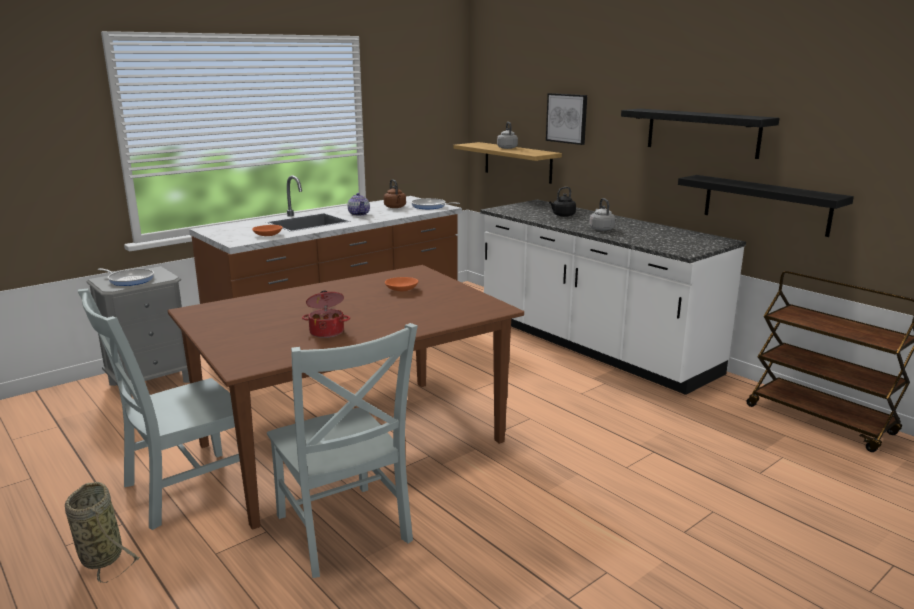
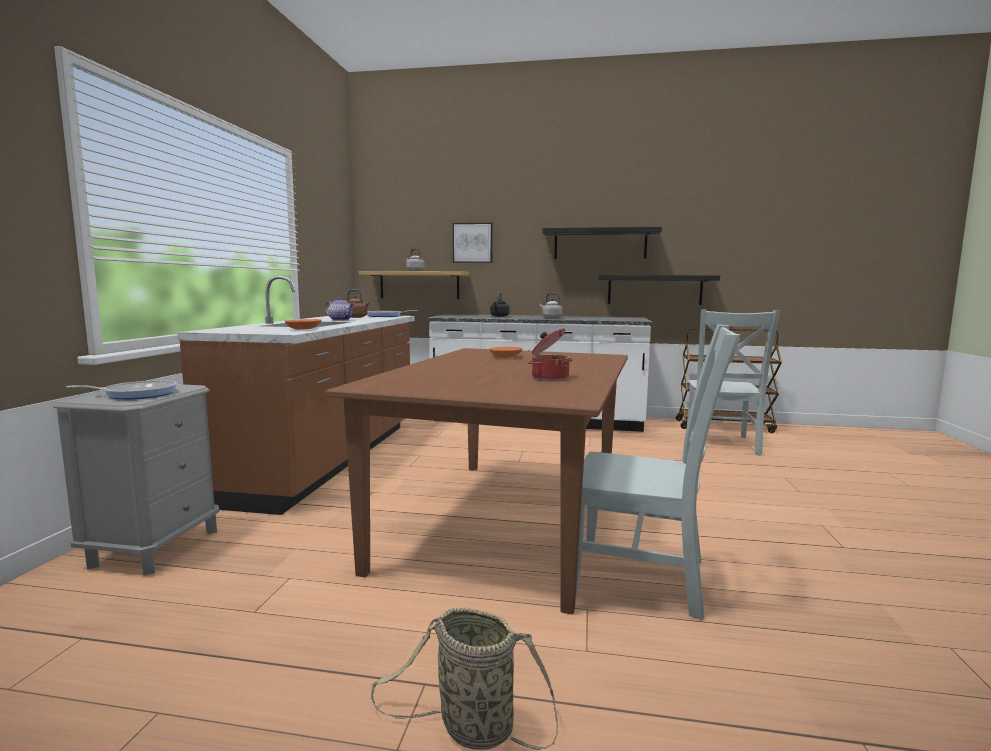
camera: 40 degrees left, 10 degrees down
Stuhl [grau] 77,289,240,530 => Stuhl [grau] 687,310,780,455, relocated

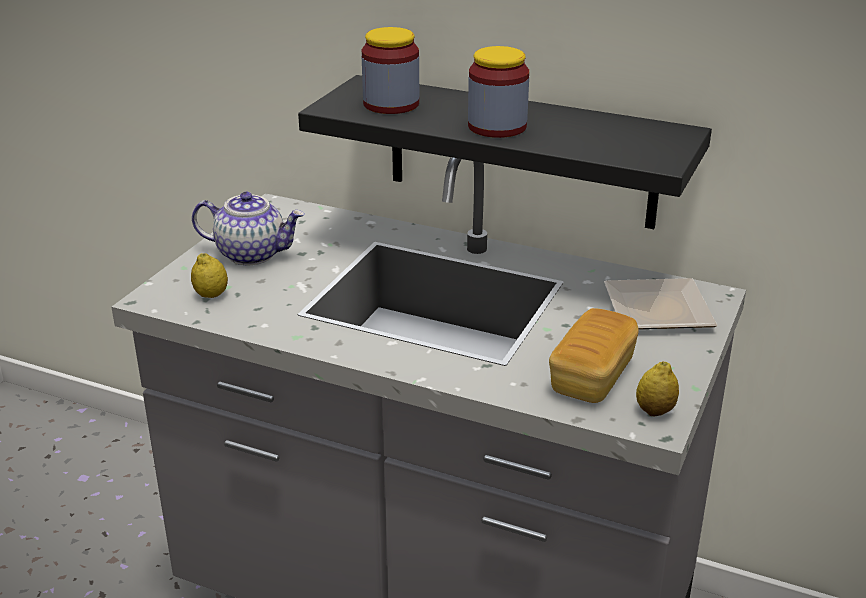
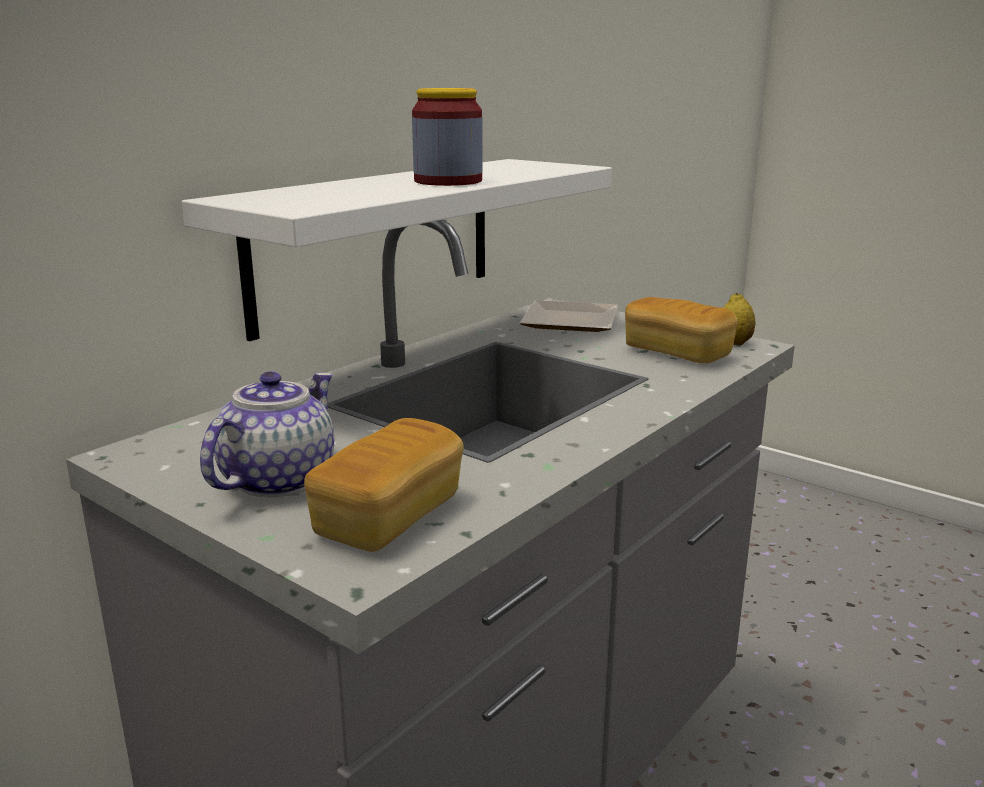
camera: 75 degrees left, 10 degrees down
Vorratsglas 362,27,419,114 => nothing
Wandregal [schwarz] 298,75,712,229 => Wandregal [weiß] 182,159,612,341
Zitrone 191,253,228,298 => Brot 304,418,464,552

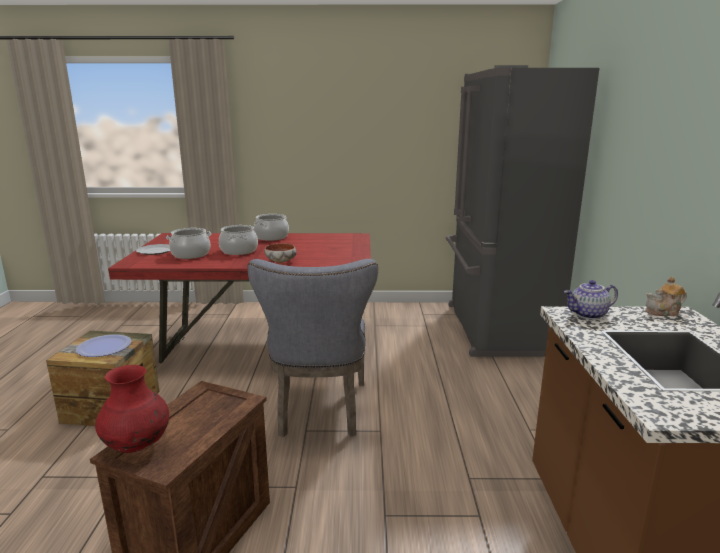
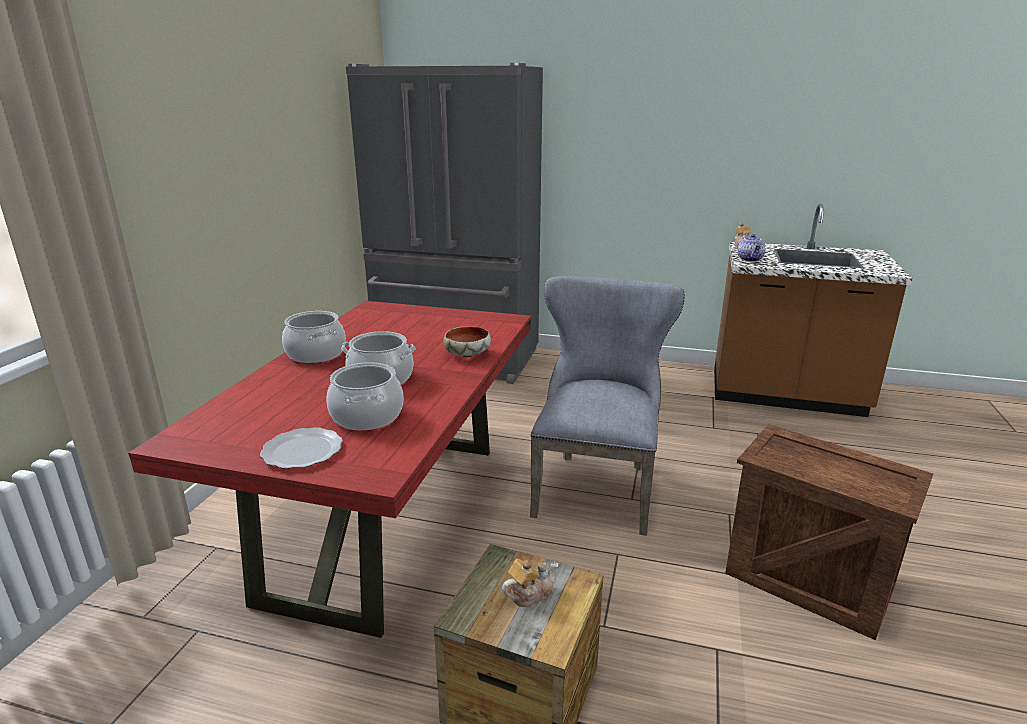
camera: 75 degrees left, 5 degrees up
Stuhl [grau] 247,259,378,437 => Stuhl [grau] 530,276,685,536, 90 degrees counterclockwise
Teller 76,334,132,357 => Teekanne 502,559,559,607
Vase [rot] 95,365,169,453 => nothing

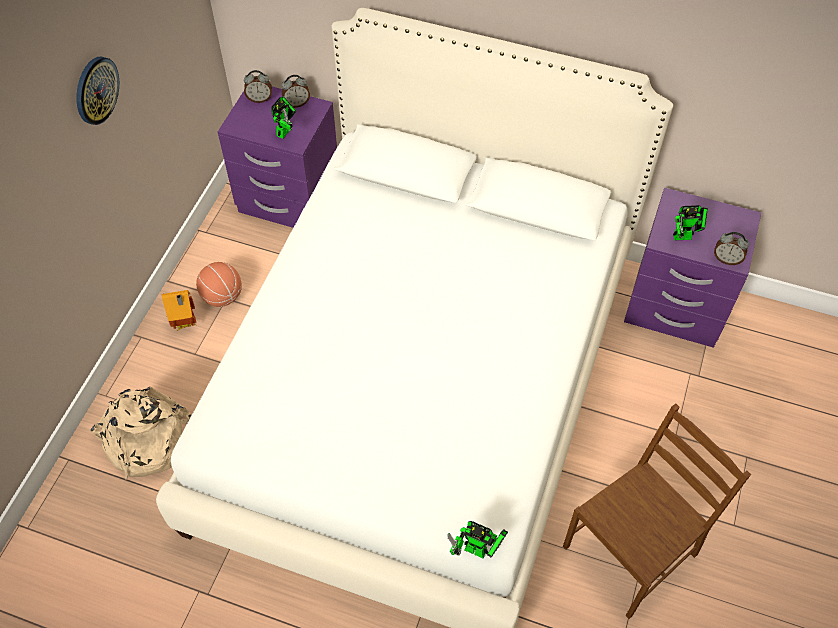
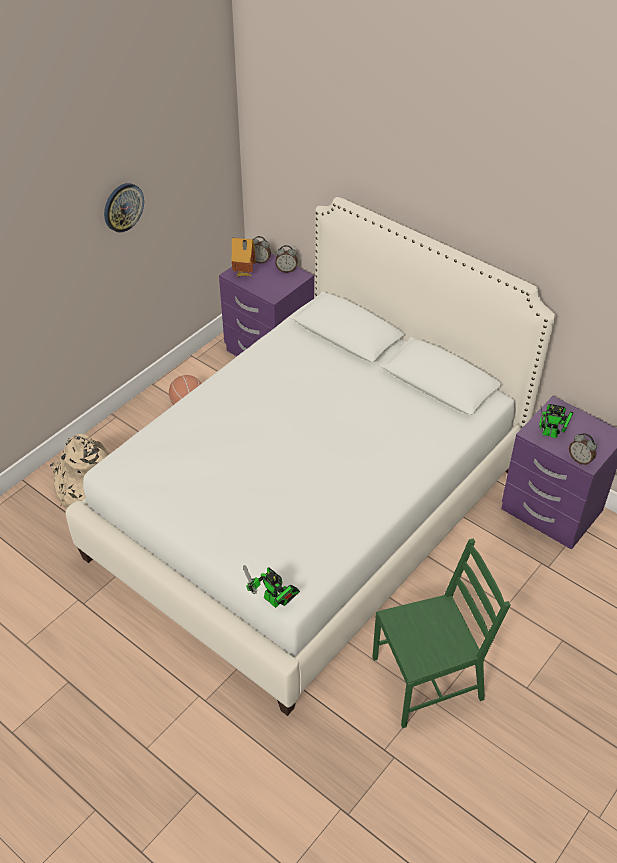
camera: 20 degrees right, 10 degrees down
Spielzeugroboter 271,96,296,139 => nothing
Spielzeughaus 162,290,196,331 => Spielzeughaus 232,238,256,277, relocated
Stuhl [braun] 563,403,751,619 => Stuhl [grün] 372,539,510,728

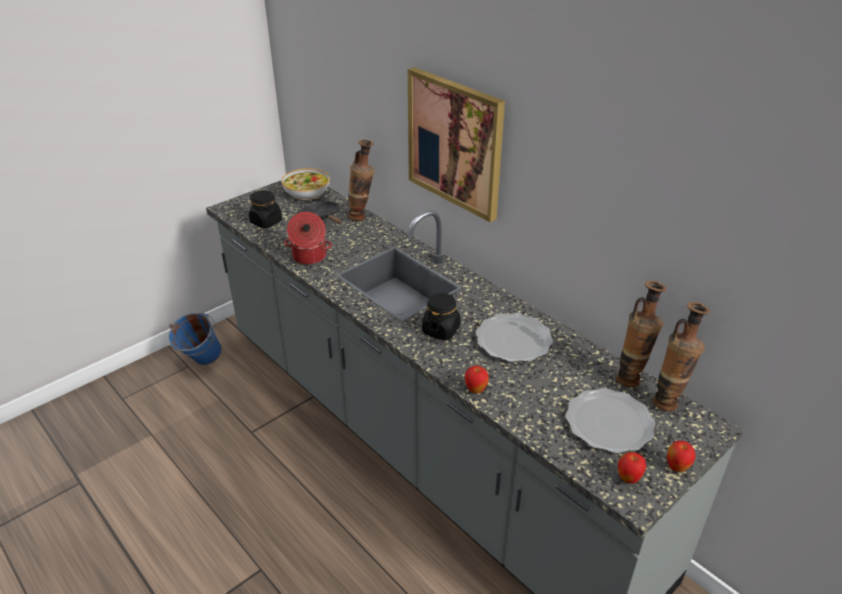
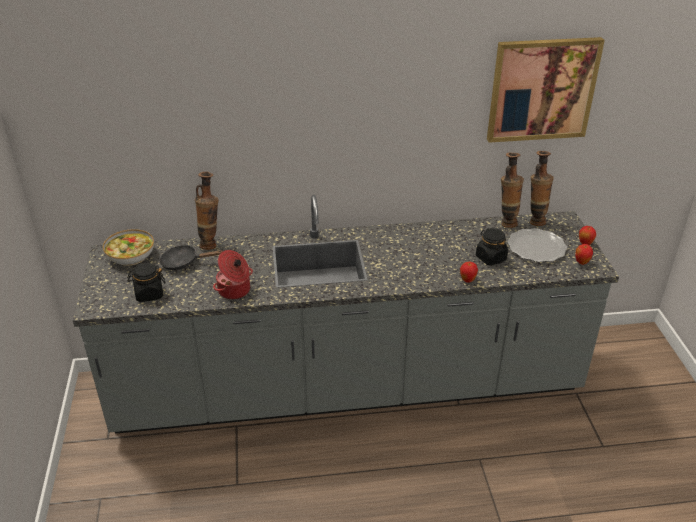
camera: 55 degrees left, 0 degrees up
Bild 408,67,505,222 => Bild 487,37,605,143, relocated
Vorratsglas [schwarz] 422,292,461,340 => Vorratsglas [schwarz] 476,228,508,266, relocated
Eimer [blau] 169,312,222,365 => nothing
Teller 476,313,553,362 => nothing

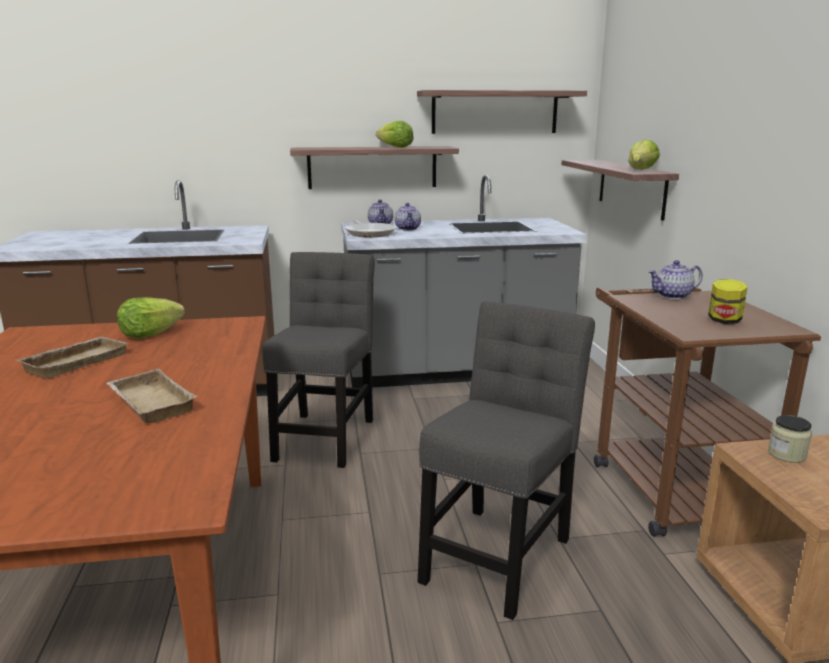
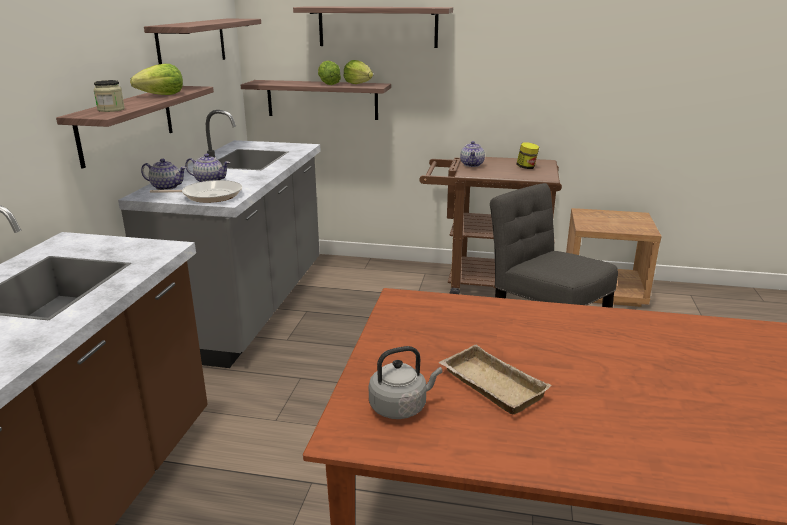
camera: 70 degrees left, 5 degrees up
Stuhl [grau] 262,252,375,468 => nothing
Salatkopf 117,297,185,338 => Salatkopf 318,61,341,85, relocated
Tablett [beige] 107,369,198,423 => nothing
Vorratsglas 768,415,812,463 => Vorratsglas 93,80,125,112, relocated
nothing => Wandregal 293,6,453,48
nothing => Wasserkessel [grau] 369,346,442,419

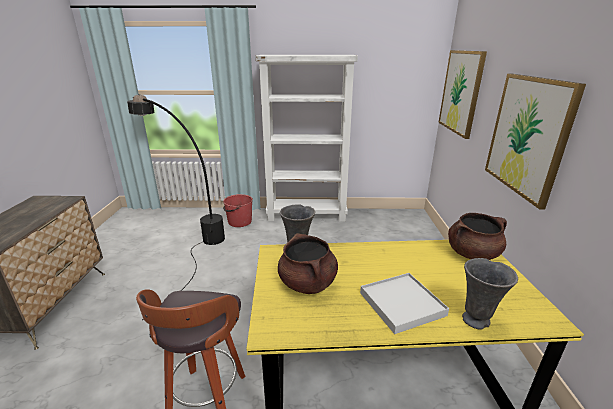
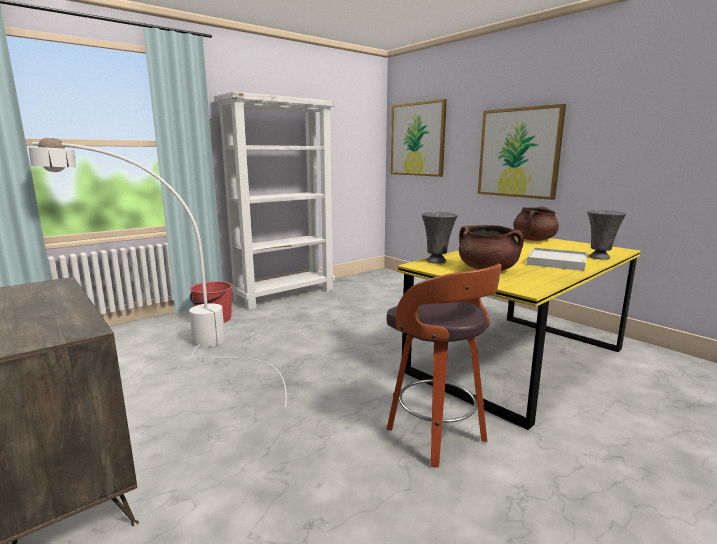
camera: 40 degrees left, 10 degrees down
Stehlampe [schwarz] 127,94,225,320 => Stehlampe [weiß] 29,137,287,407

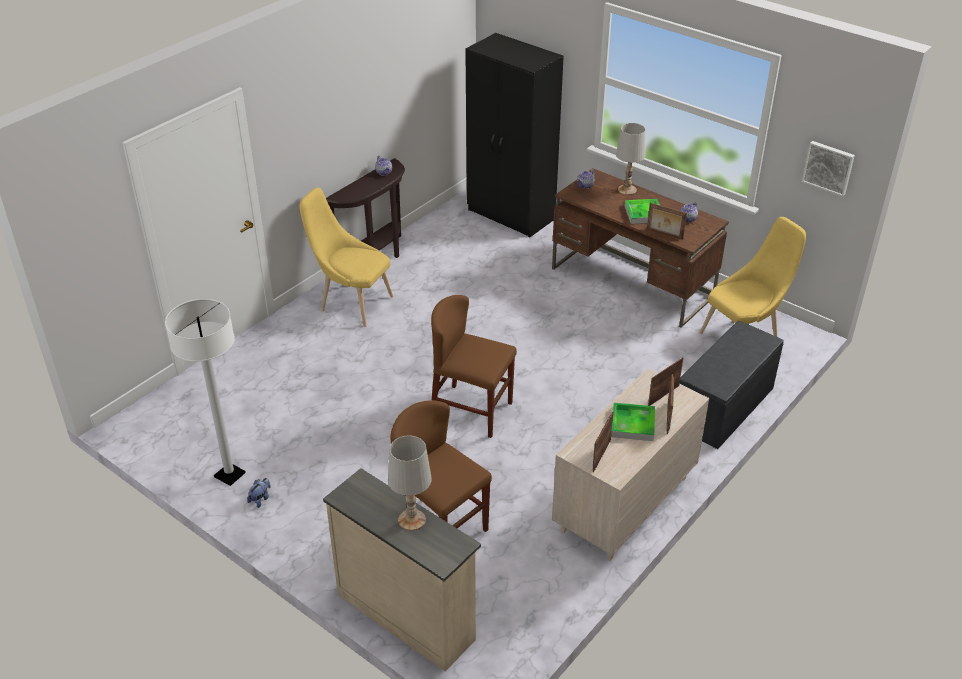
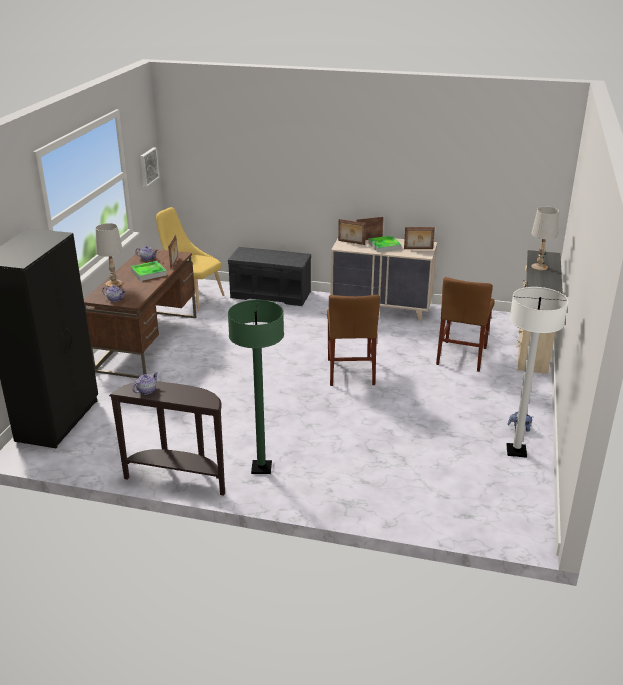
camera: 115 degrees left, 10 degrees down
Stuhl [gelb] 300,188,393,327 => Stehlampe [grün] 228,300,284,474

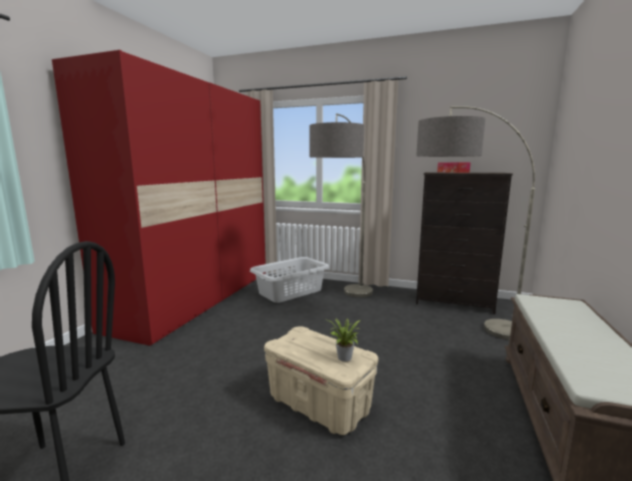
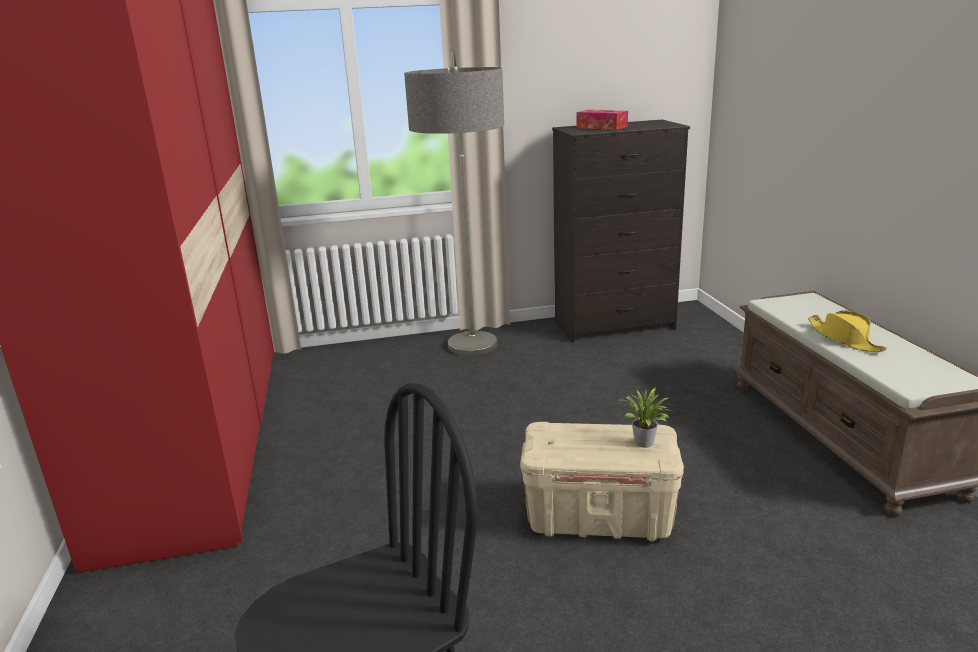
camera: 30 degrees left, 10 degrees up
Stehlampe 416,106,535,340 => nothing
Wäschekorb [grau] 250,257,329,303 => nothing
nothing => Hut [gelb] 808,311,887,352

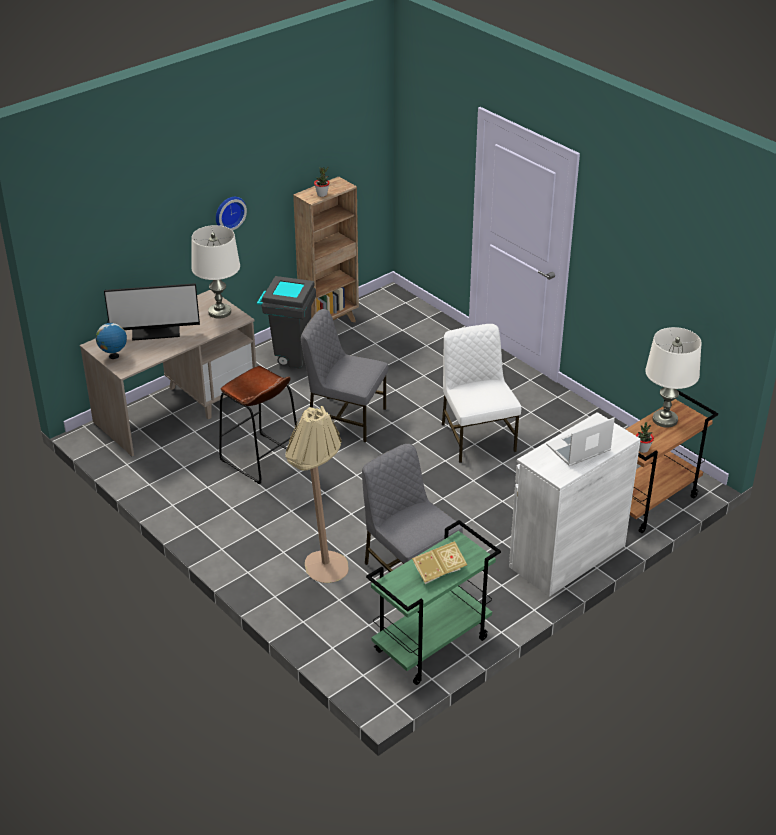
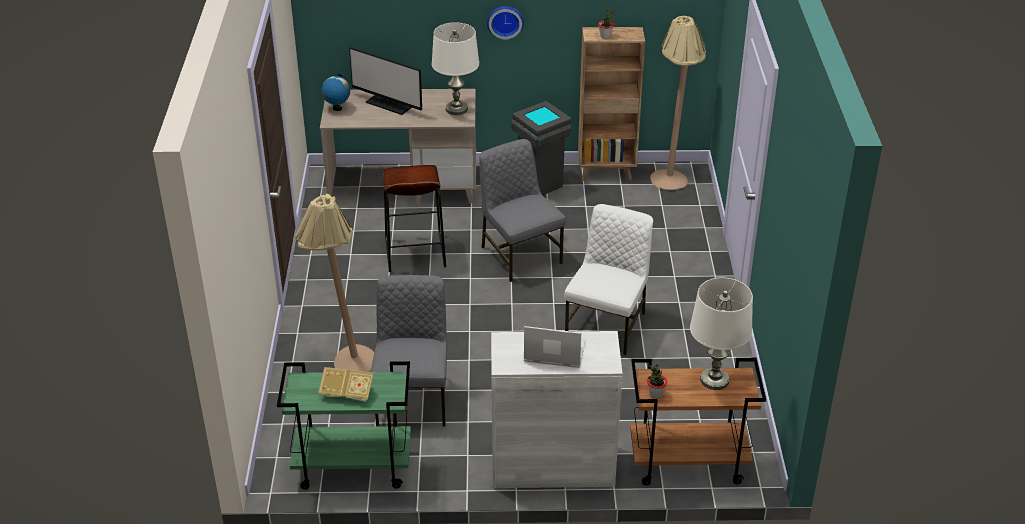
camera: 40 degrees right, 0 degrees up
nothing => Stehlampe [beige] 650,16,706,190

